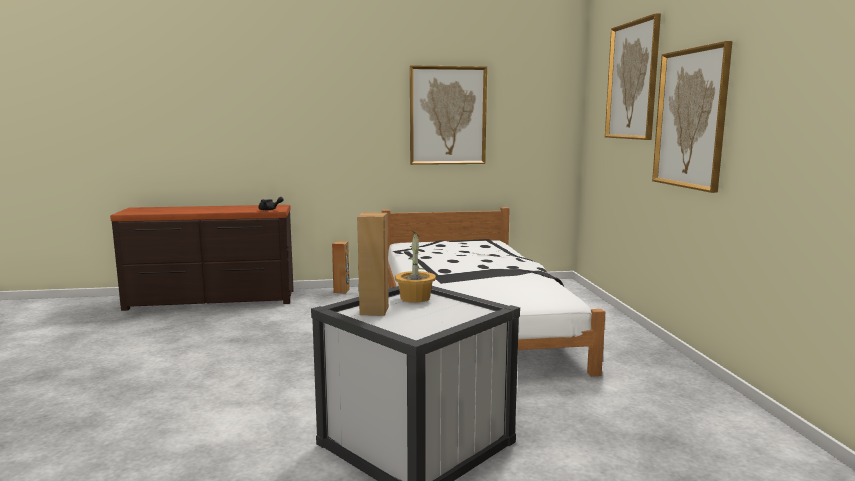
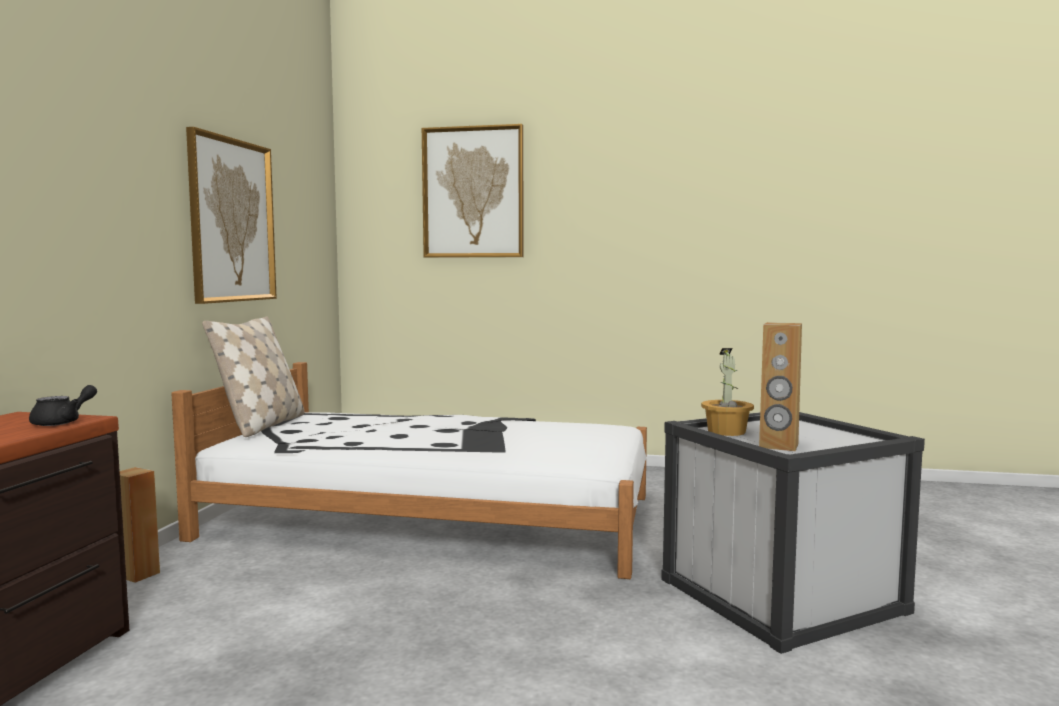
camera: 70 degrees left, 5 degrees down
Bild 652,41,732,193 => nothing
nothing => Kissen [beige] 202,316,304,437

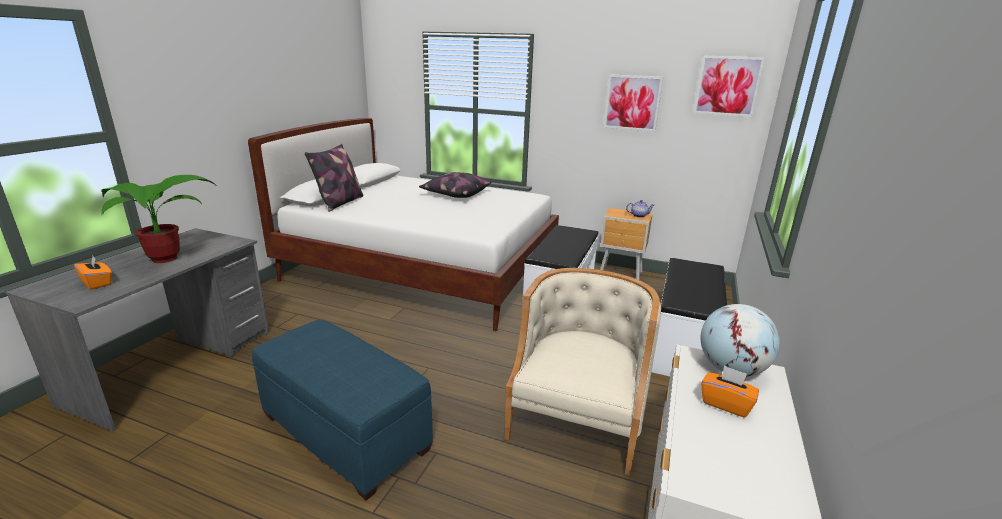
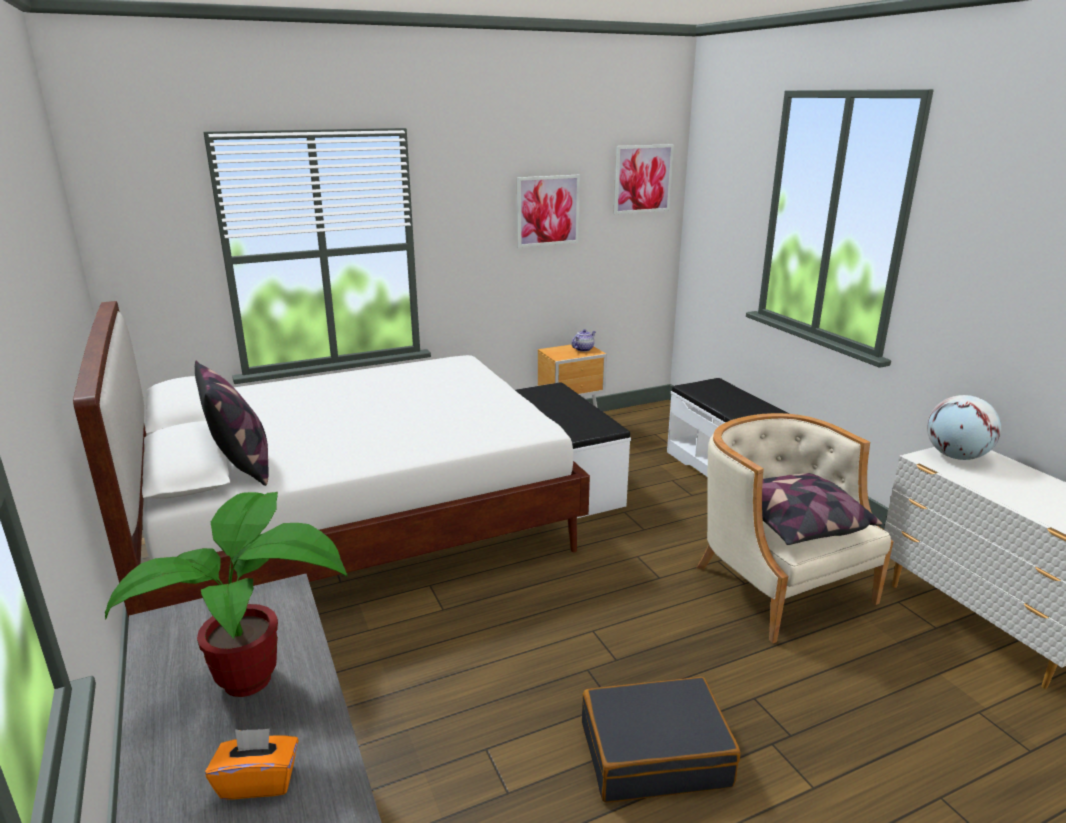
camera: 45 degrees left, 0 degrees up
Kissen 419,172,492,198 => Kissen 762,473,883,545, relocated
Polsterhocker [blau] 252,319,433,500 => Koffer [schwarz] 582,677,740,803
Taschentuchbox [orange] 701,366,759,418 => nothing

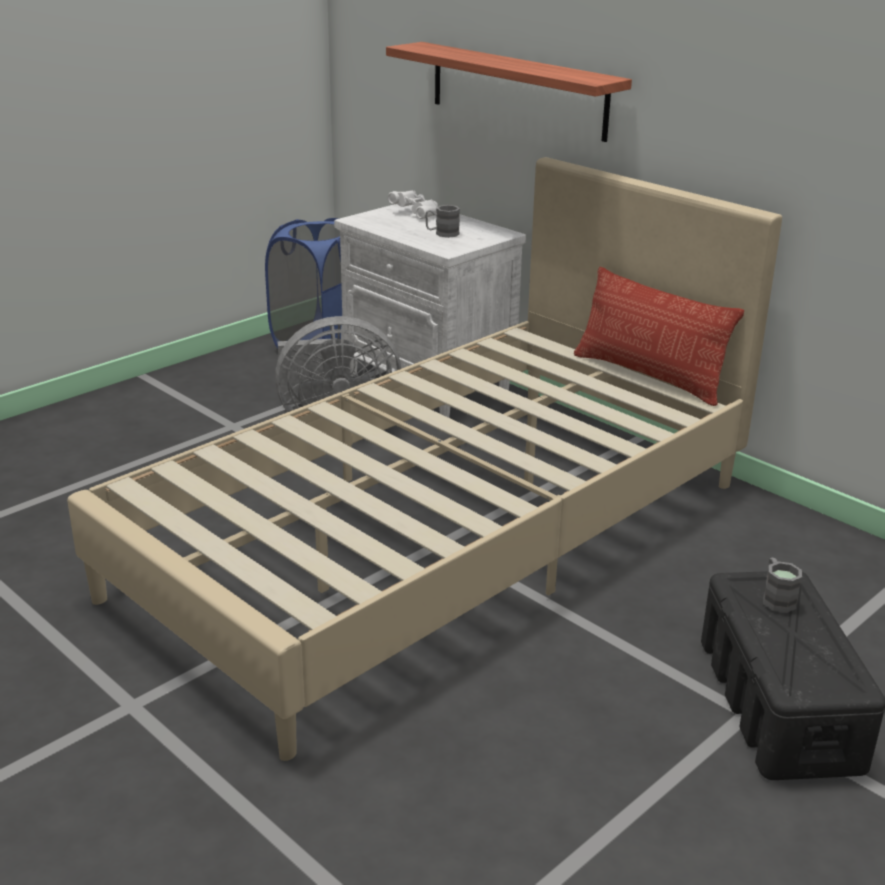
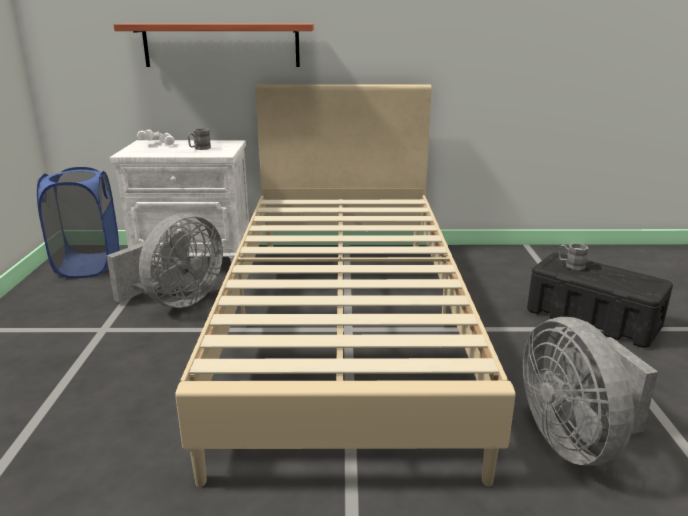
camera: 45 degrees left, 5 degrees down
Kissen 574,267,744,406 => nothing
nothing => Ventilator [grau] 523,317,658,466

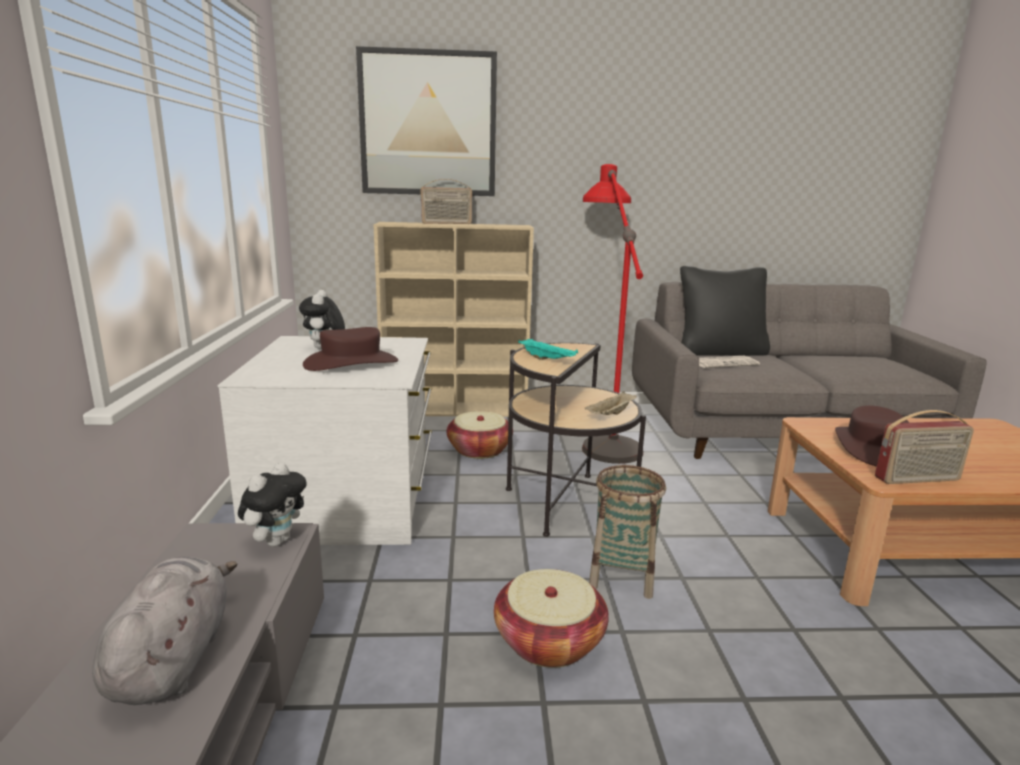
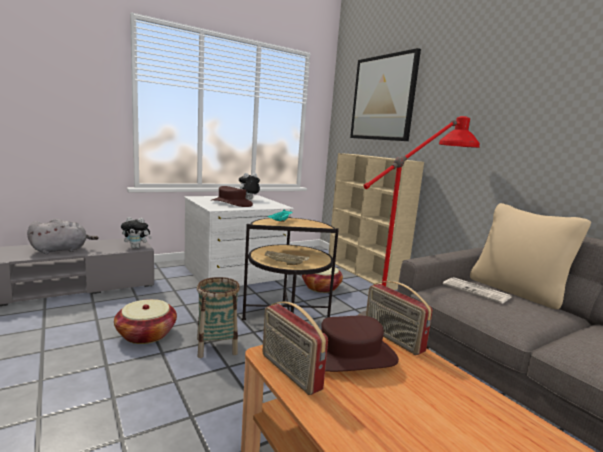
camera: 60 degrees right, 5 degrees down
Radio 420,179,472,224 => Radio 366,281,433,355, relocated
Kissen [schwarz] 680,266,770,356 => Kissen [beige] 470,203,591,309

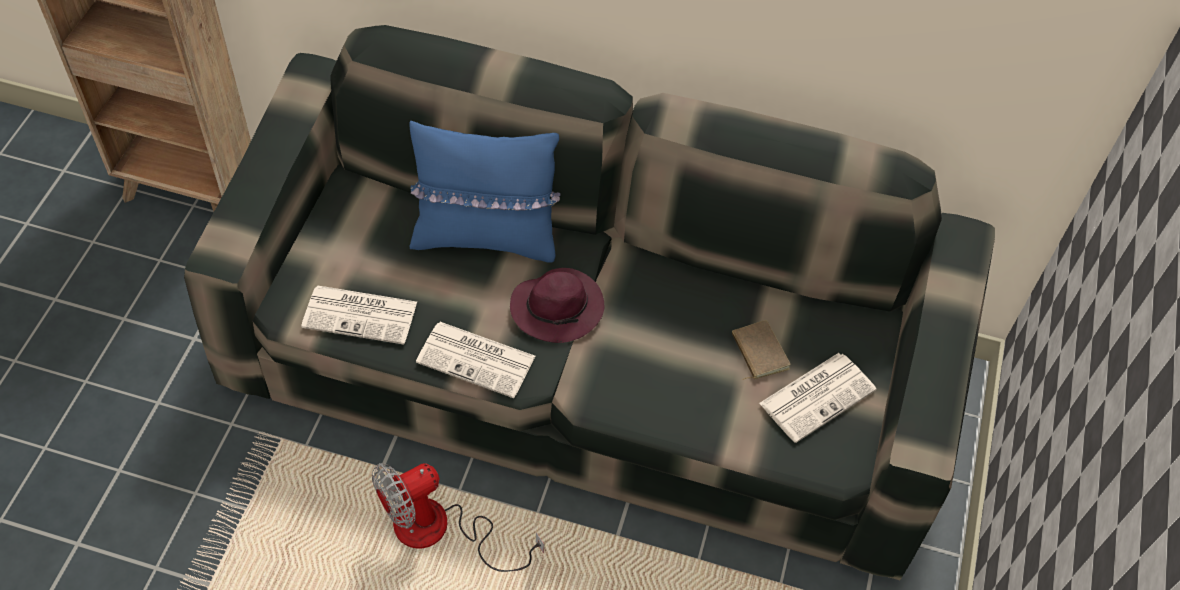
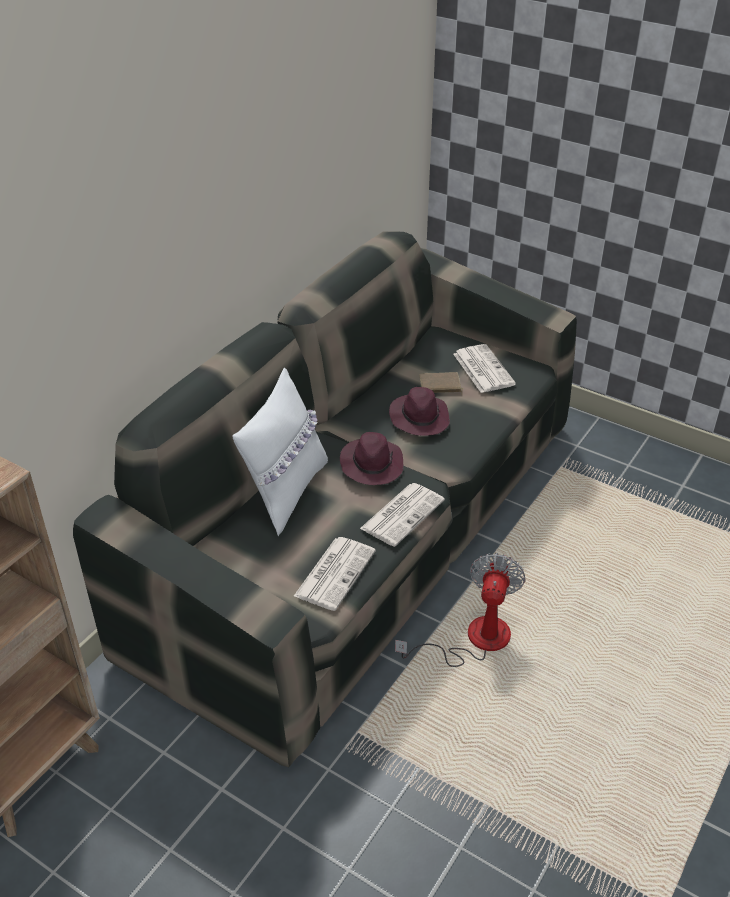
camera: 70 degrees left, 15 degrees down
Kissen [blau] 409,121,561,263 => Kissen [weiß] 232,368,328,536
Ventilator 372,463,544,572 => Ventilator 395,553,526,667, 150 degrees counterclockwise
nothing => Hut [lila] 389,387,450,436

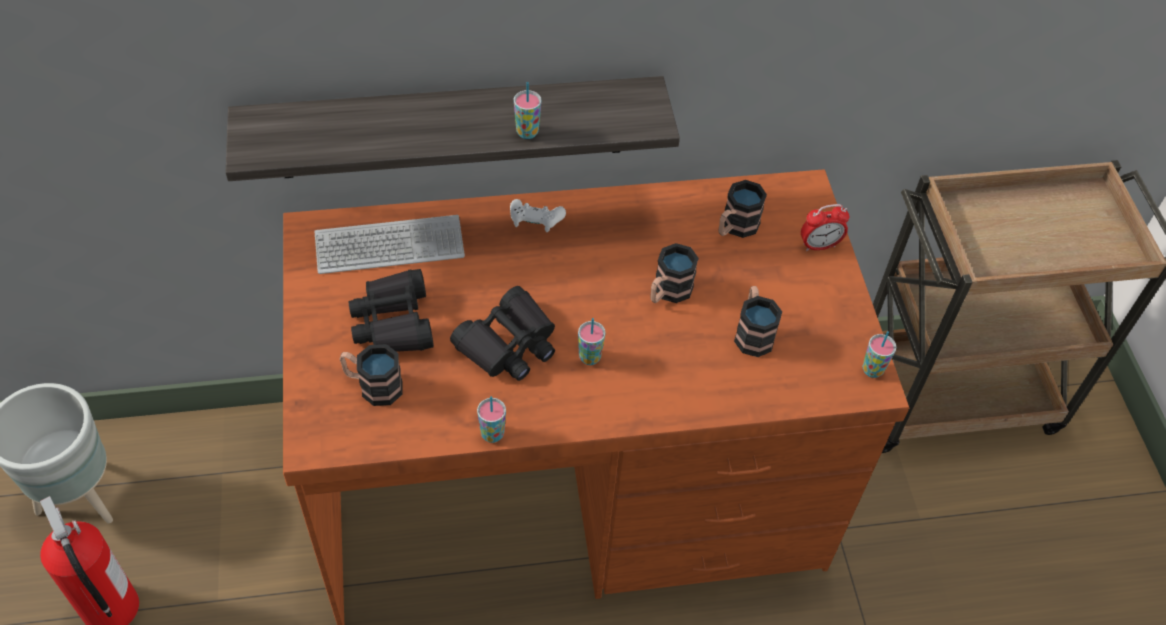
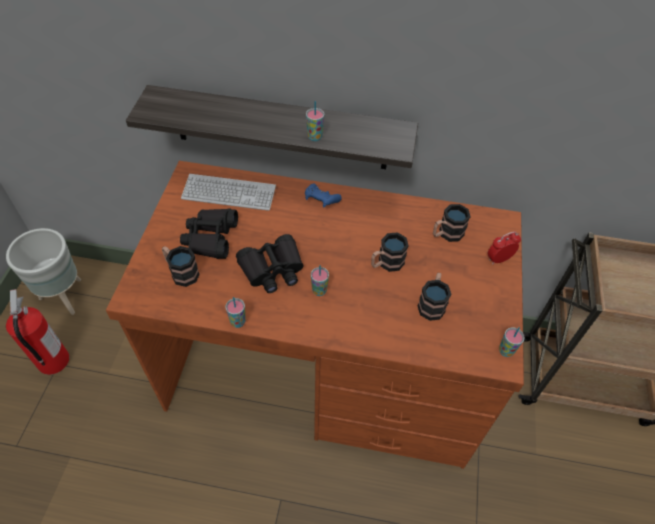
camera: 20 degrees right, 0 degrees up
Gamepad [weiß] 510,199,566,232 => Gamepad [blau] 305,184,342,207
Wecker 801,204,849,251 => Wecker 487,231,521,265, 150 degrees clockwise

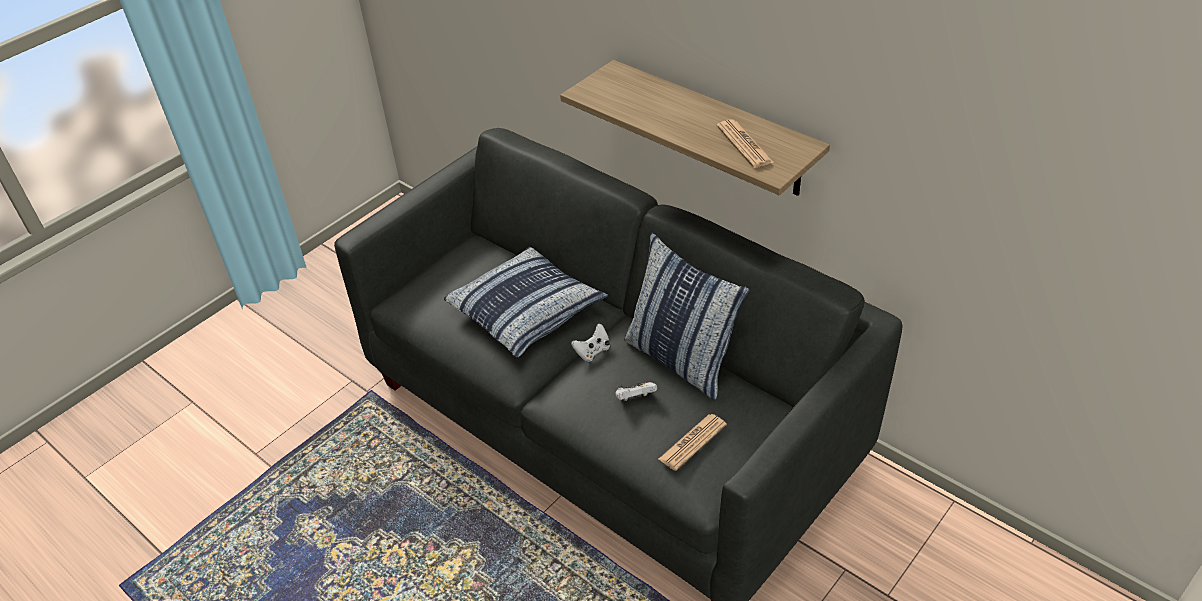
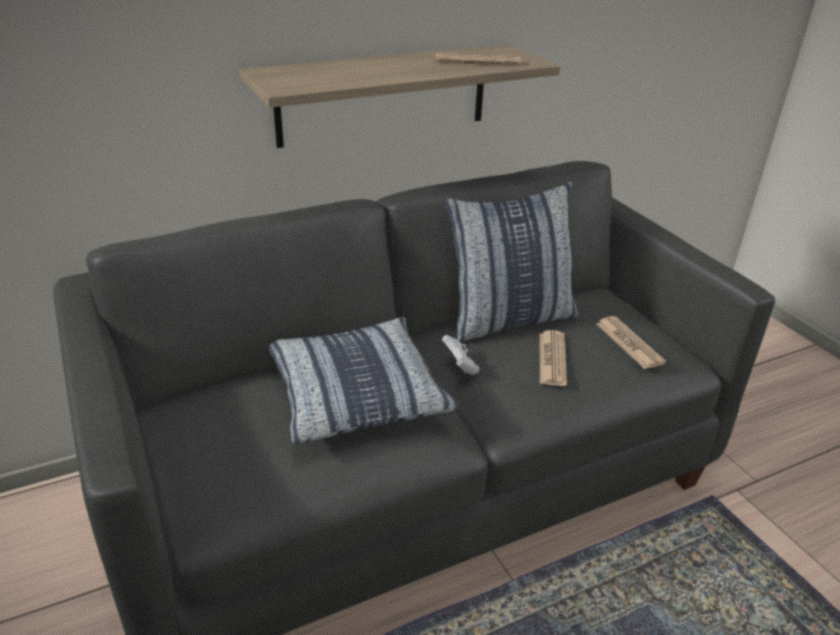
camera: 70 degrees left, 10 degrees down
Gamepad [weiß] 616,382,657,401 => Zeitung 540,330,567,386

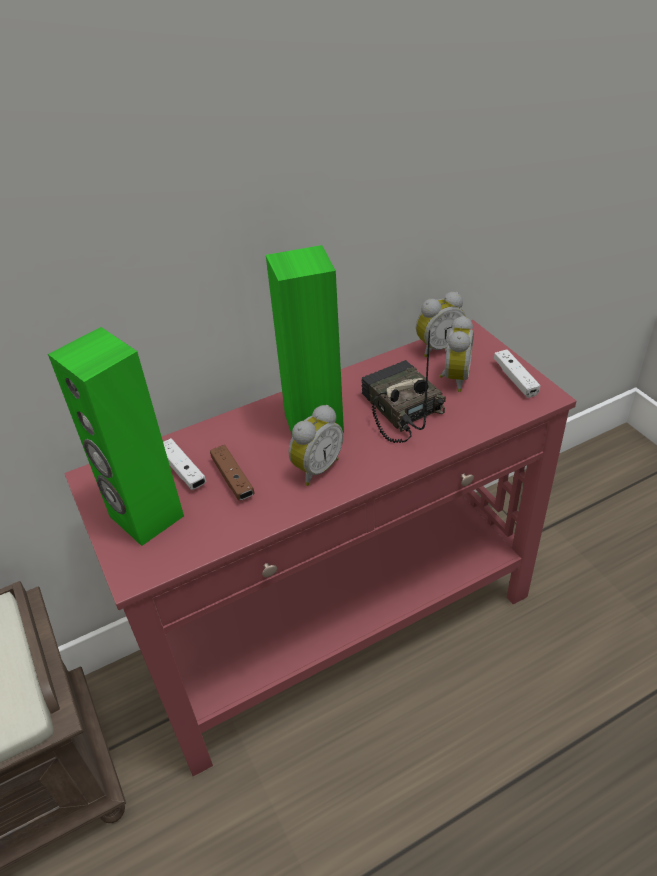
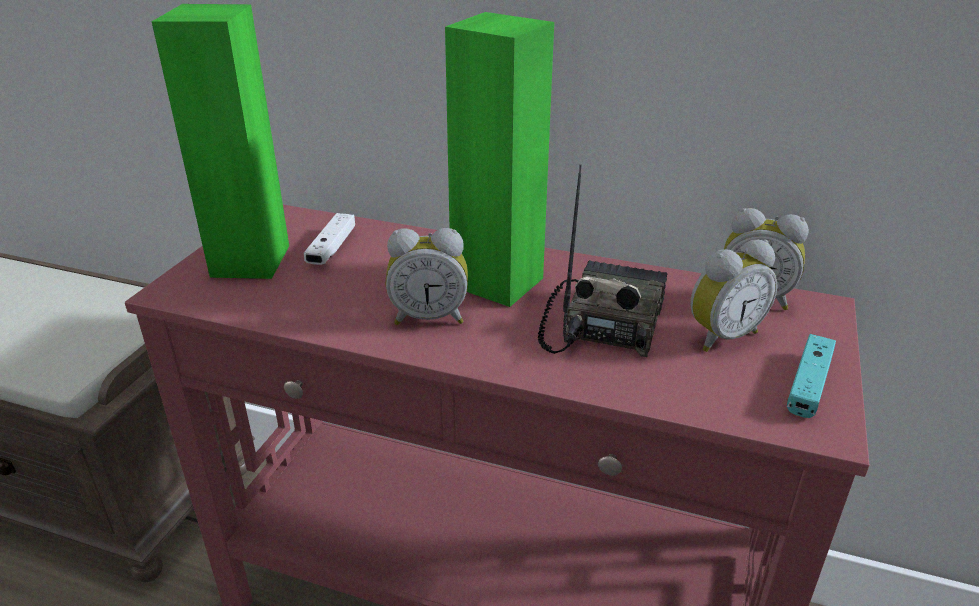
camera: 45 degrees right, 10 degrees down
Gamepad [weiß] 494,350,540,398 => Gamepad [türkis] 787,334,836,418
Gamepad [braun] 210,445,255,500 => nothing

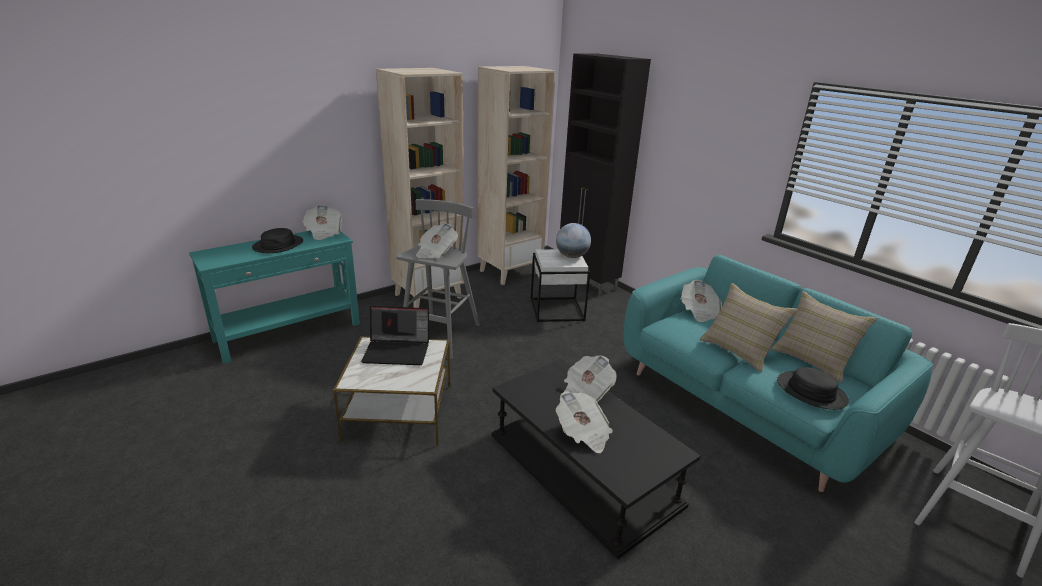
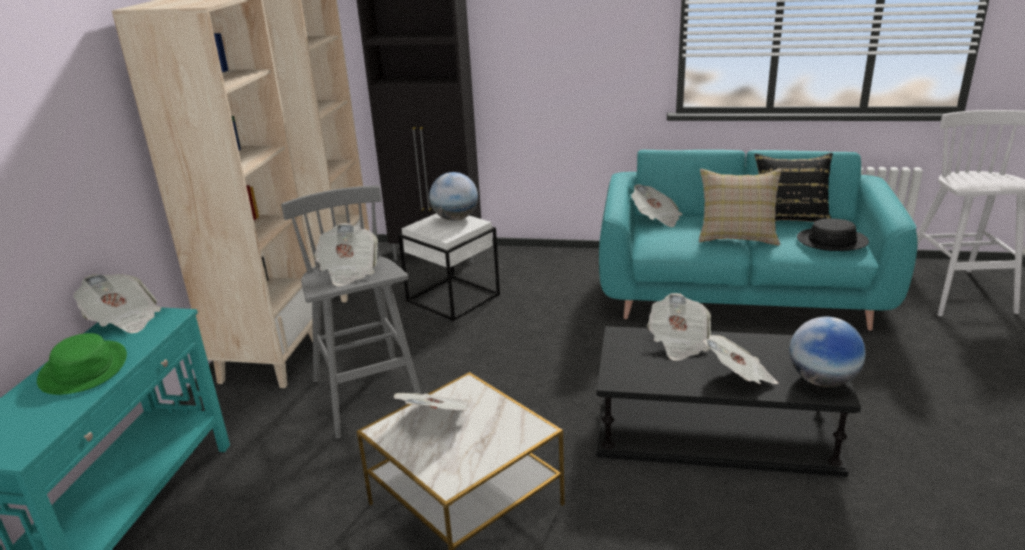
camera: 40 degrees left, 0 degrees up
Hut [schwarz] 252,228,303,253 => Hut [grün] 37,333,127,395
Kissen [beige] 771,291,878,383 => Kissen [schwarz] 755,153,833,222
Laptop 361,306,429,365 => Zeitung 394,393,470,411
nothing => Globus 789,317,866,387

